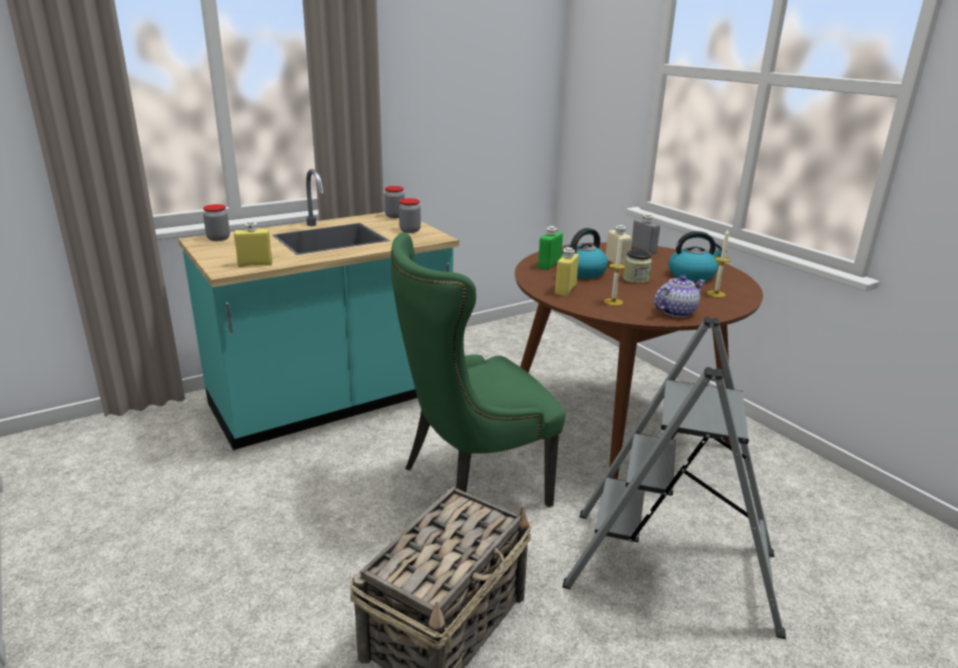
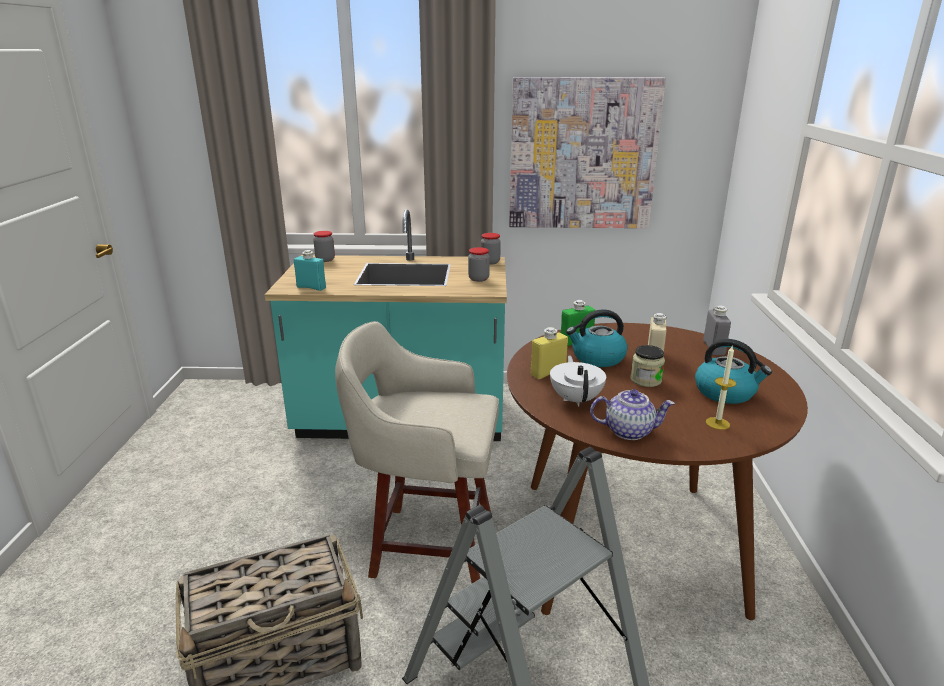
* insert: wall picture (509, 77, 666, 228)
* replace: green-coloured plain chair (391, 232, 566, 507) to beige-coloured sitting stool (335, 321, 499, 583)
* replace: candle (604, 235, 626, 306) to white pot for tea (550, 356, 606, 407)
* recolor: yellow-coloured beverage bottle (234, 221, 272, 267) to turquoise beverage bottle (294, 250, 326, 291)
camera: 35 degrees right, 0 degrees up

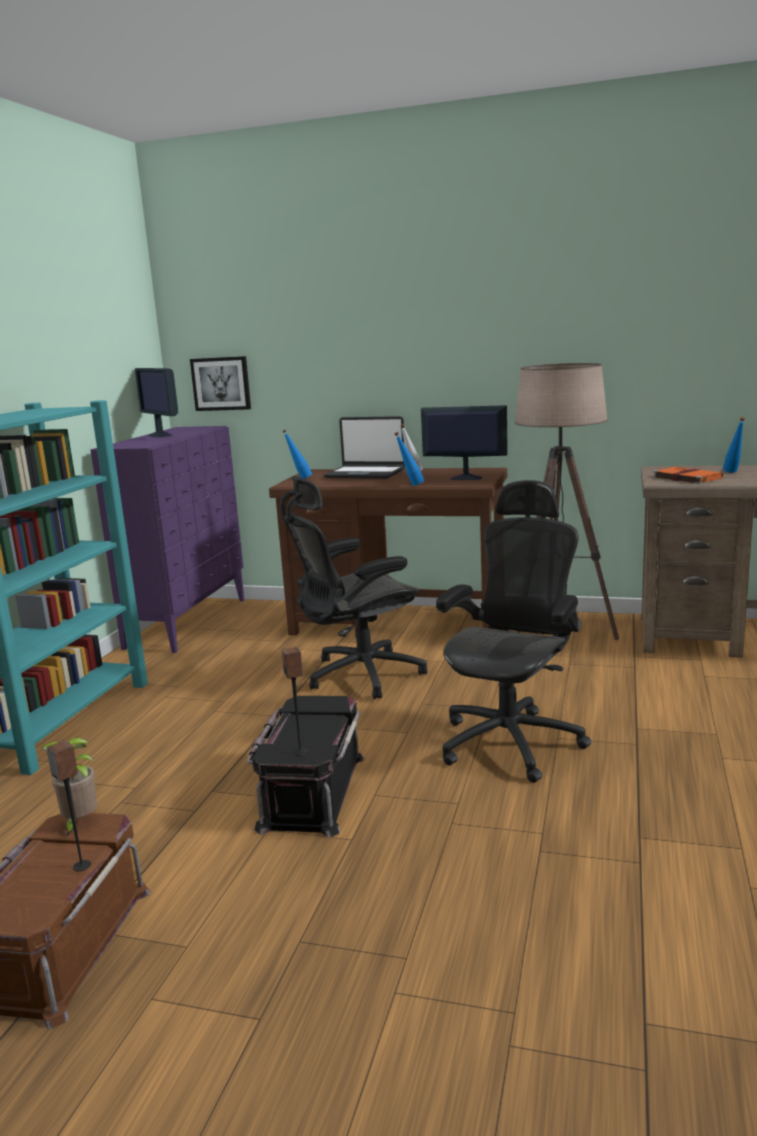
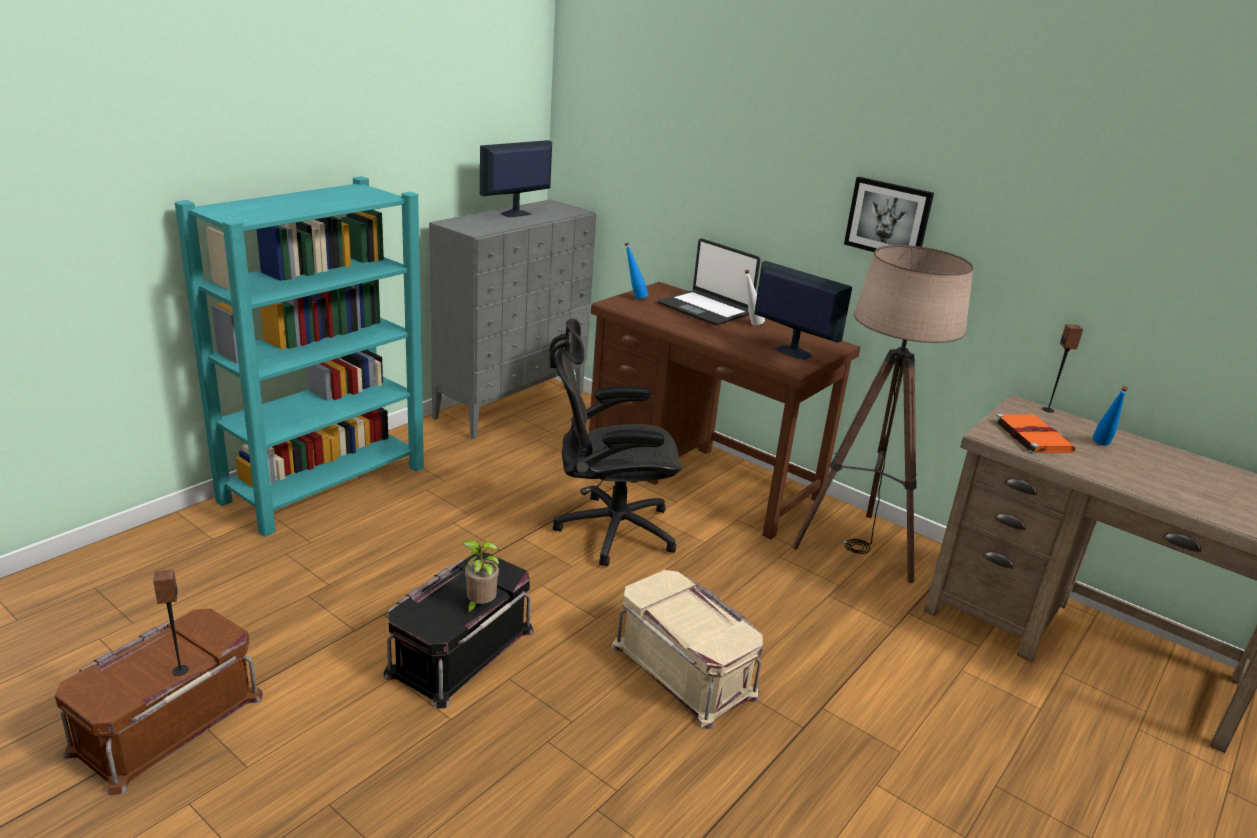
* delete: blue-coloured beverage bottle (395, 432, 424, 486)
* move: plant in a pot (41, 738, 97, 837) to (462, 540, 499, 615)
* move: wall picture (190, 356, 251, 411) to (844, 177, 934, 252)
* move: speaker (282, 647, 307, 755) to (1042, 324, 1083, 413)
* replace: desk chair (436, 480, 592, 783) to beige-coloured storage bin (612, 570, 763, 729)
* recolor: purple drawer chest (90, 426, 244, 653) to grey drawer chest (429, 199, 596, 439)
* rotate: monitor (135, 368, 178, 437) = (480, 140, 552, 217) 60 degrees clockwise
camera: 20 degrees right, 10 degrees up

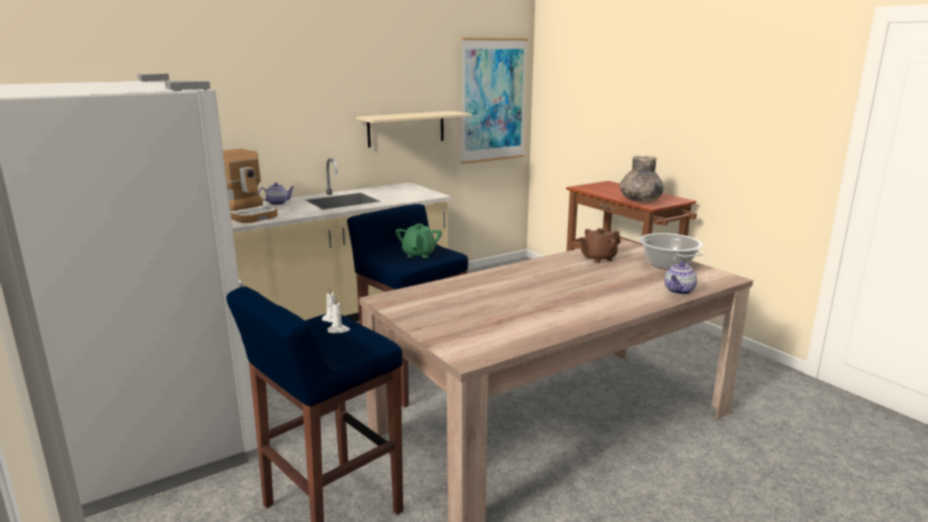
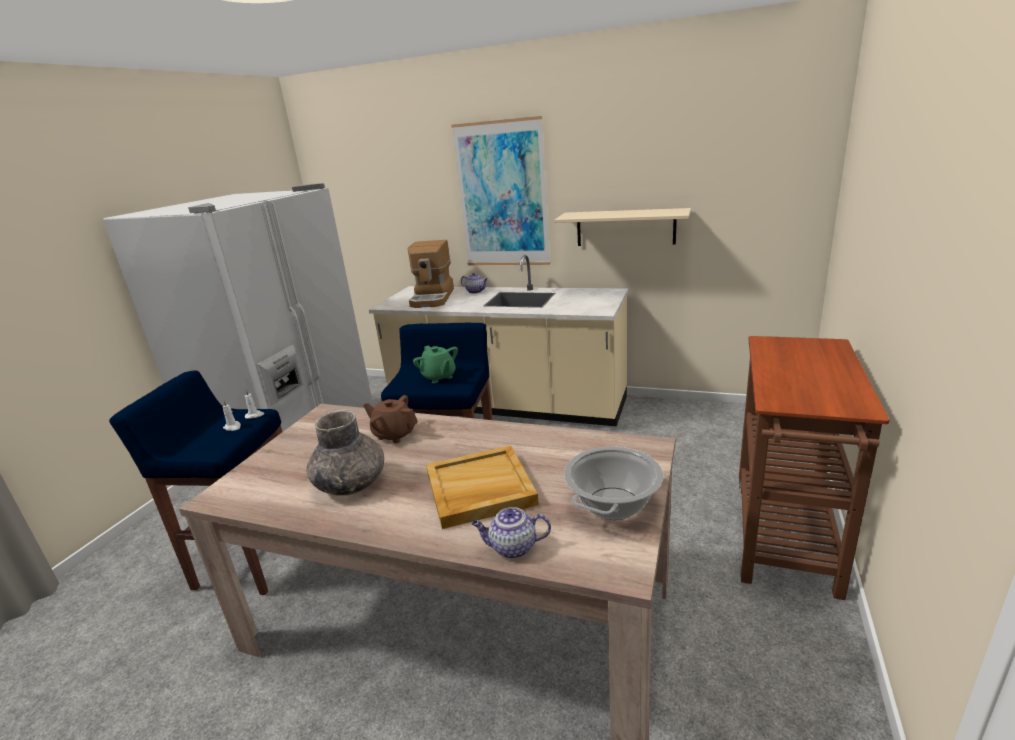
* insert: beige-coloured serving tray (426, 446, 539, 529)
* move: wall picture (461, 38, 528, 164) to (451, 116, 550, 265)
* move: brownish pot for tea (579, 228, 621, 263) to (363, 395, 418, 443)
* move: grey decorative vase (620, 156, 664, 202) to (306, 409, 384, 496)
* rotate: green-coloured pot for tea (395, 224, 442, 258) = (413, 345, 458, 383) 90 degrees clockwise
camera: 55 degrees right, 5 degrees up

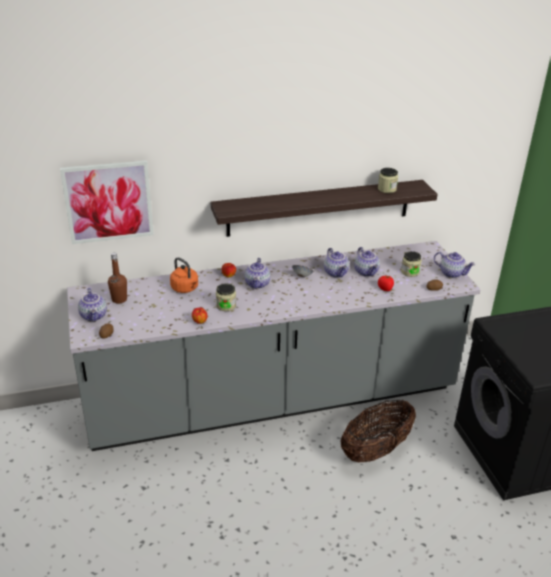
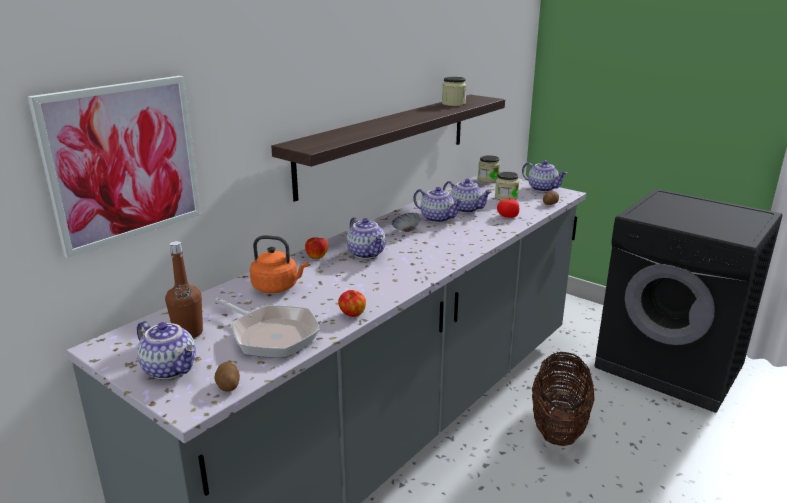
* insert: skillet (215, 298, 320, 358)
* move: preserve jar (216, 284, 236, 311) to (478, 155, 500, 183)
* rotate: pot for tea (434, 252, 475, 278) = (522, 160, 568, 192) 45 degrees clockwise
camera: 35 degrees left, 10 degrees down

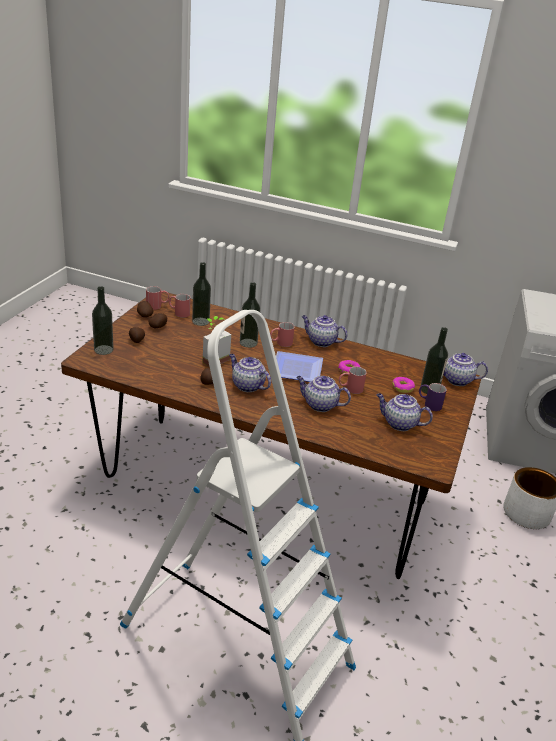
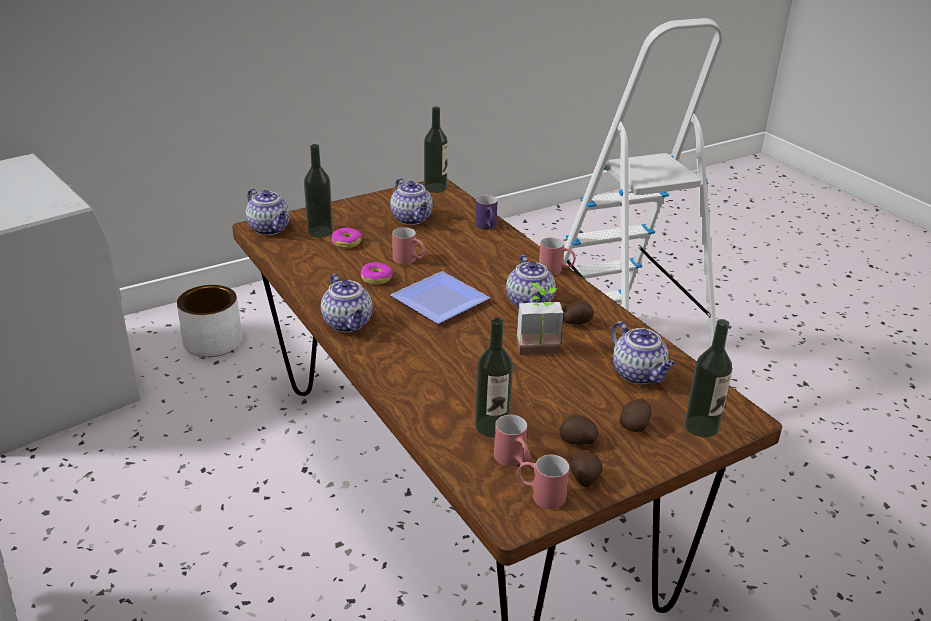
* move: beverage bottle (240, 282, 260, 348) to (424, 106, 448, 193)
* move: reddish mug (270, 322, 295, 347) to (539, 237, 576, 275)
* move: pot for tea (296, 376, 351, 412) to (611, 321, 675, 384)
* move: purple mug (419, 383, 447, 411) to (475, 195, 498, 229)
camera: 140 degrees left, 0 degrees up

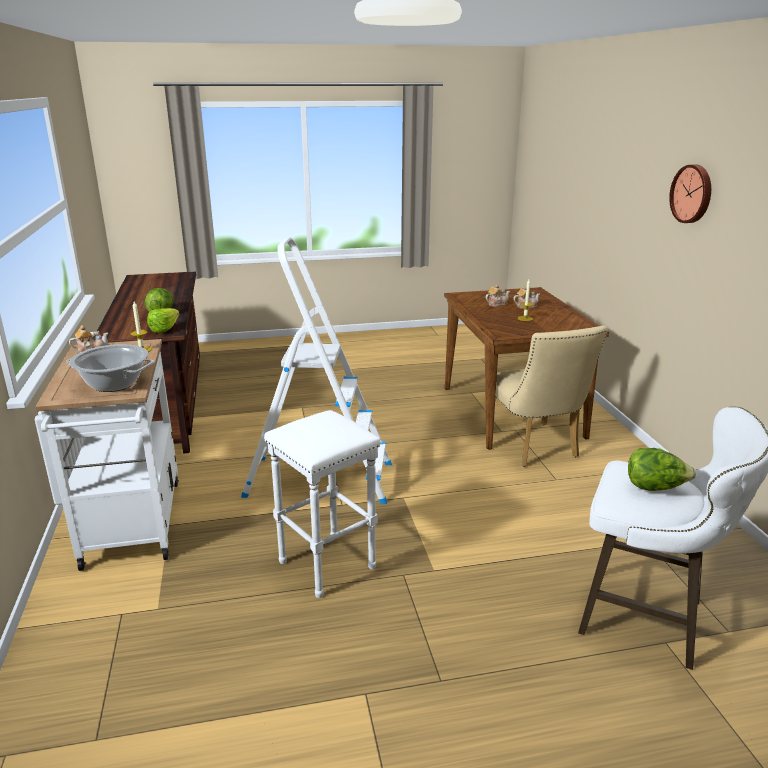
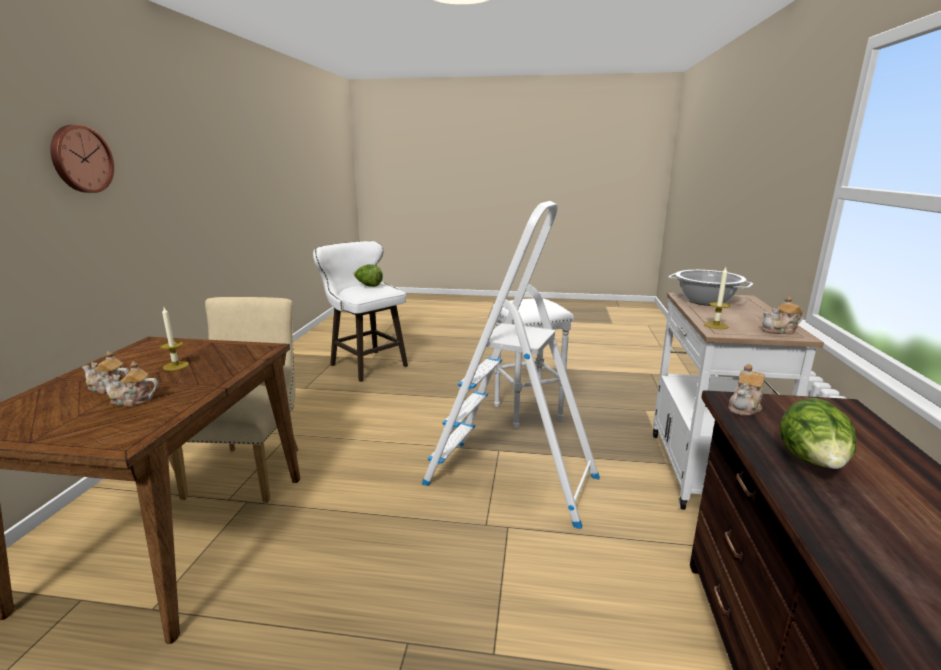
* replace: lettuce (147, 308, 179, 333) to pot for tea (728, 364, 765, 416)
camera: 160 degrees left, 5 degrees down

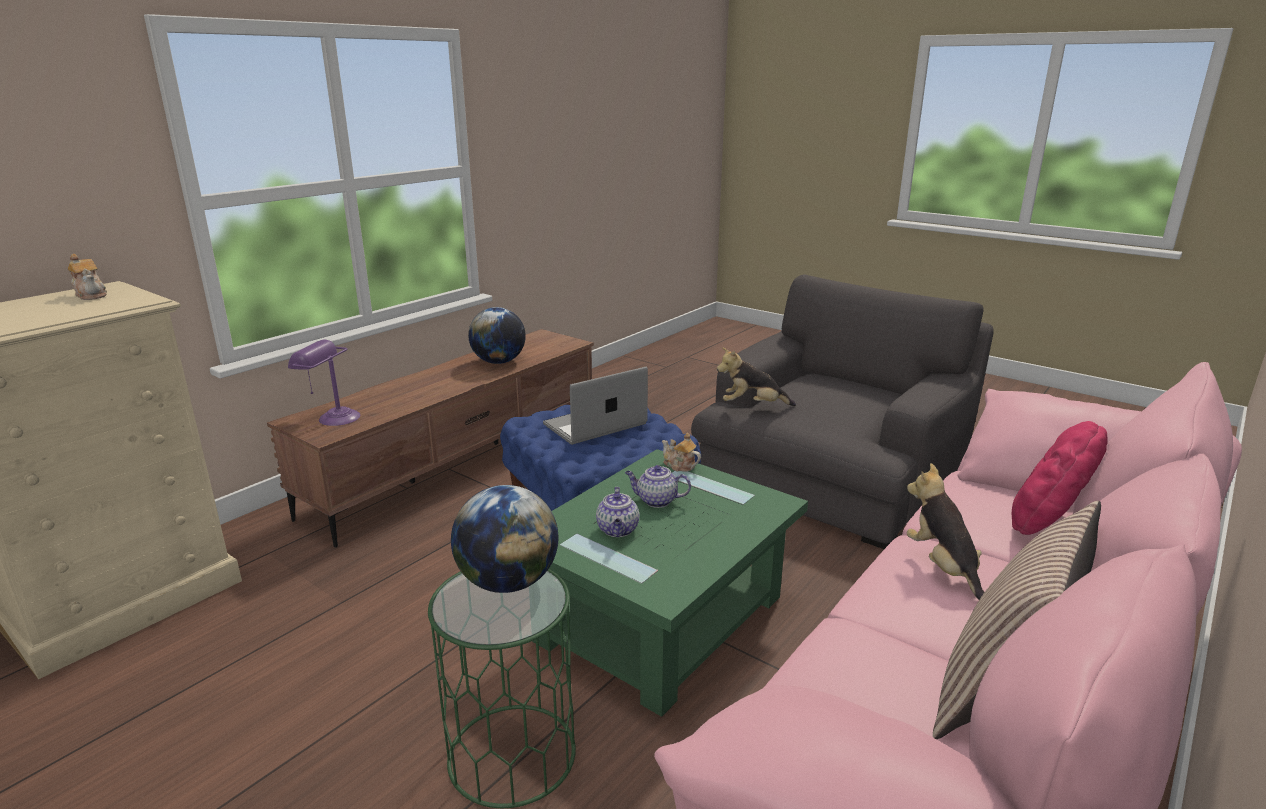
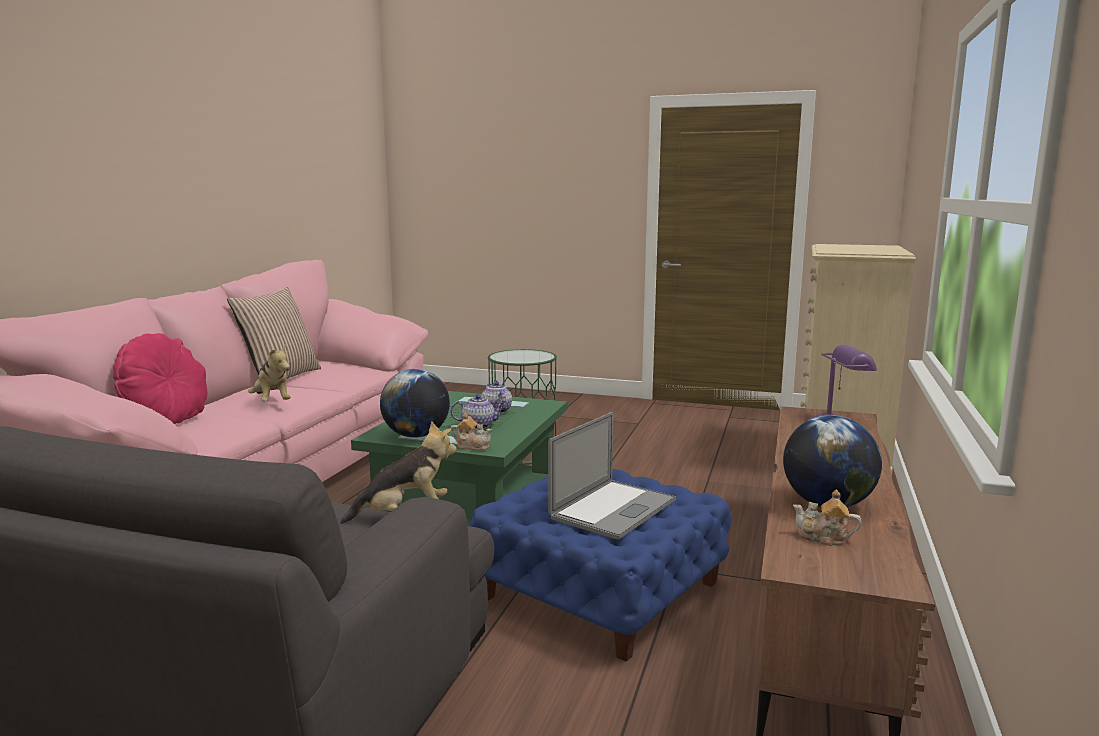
* move: pot for tea (68, 254, 107, 300) to (793, 490, 861, 546)
* move: desk globe (451, 485, 558, 593) to (380, 369, 450, 438)
camera: 160 degrees right, 10 degrees down

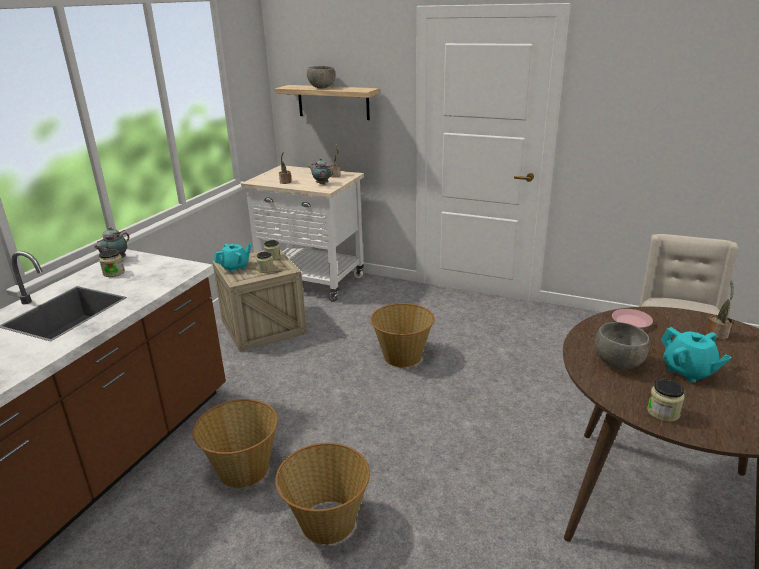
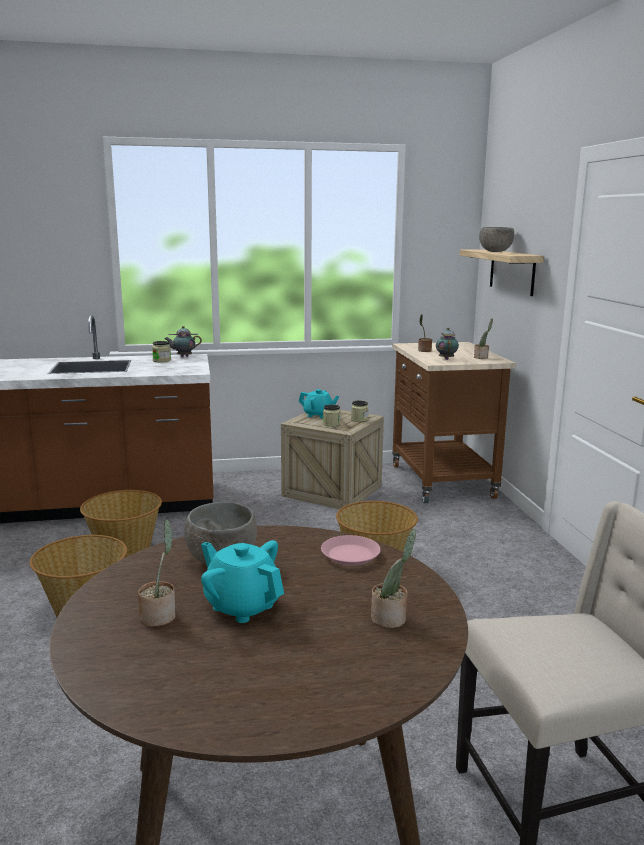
* delete: preserve jar (647, 379, 685, 422)
* insert: plant in a pot (138, 519, 175, 627)
* recolor: white cart (241, 165, 364, 302) to brownish cart (392, 342, 516, 503)
* rotate: turquoise pot for tea (661, 327, 732, 382) = (201, 540, 284, 623) 105 degrees clockwise
camera: 55 degrees right, 10 degrees down

